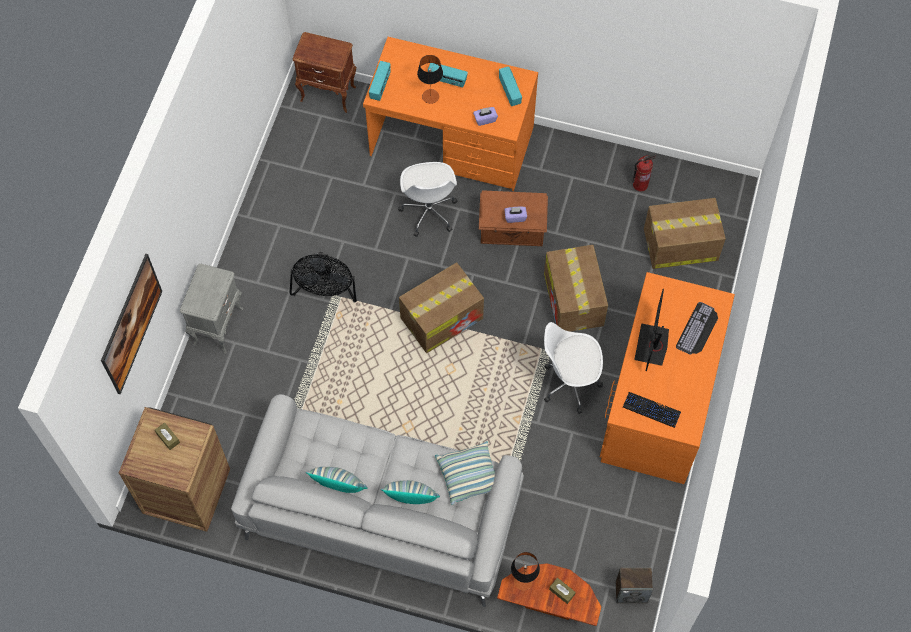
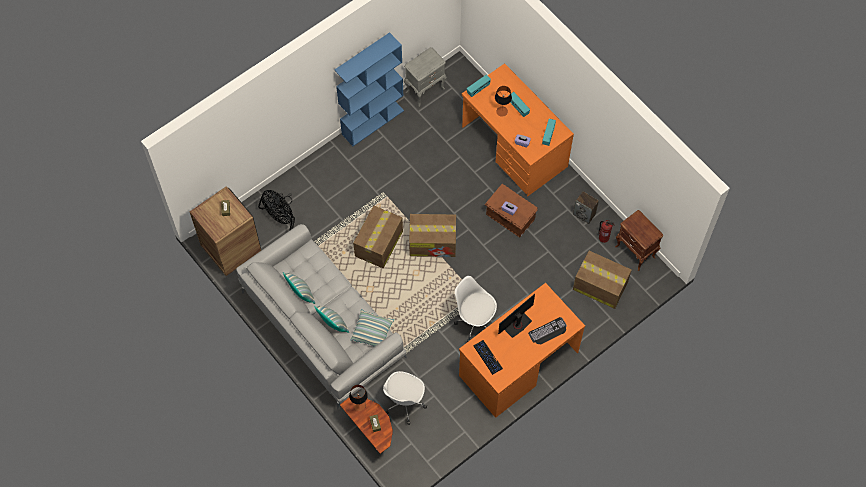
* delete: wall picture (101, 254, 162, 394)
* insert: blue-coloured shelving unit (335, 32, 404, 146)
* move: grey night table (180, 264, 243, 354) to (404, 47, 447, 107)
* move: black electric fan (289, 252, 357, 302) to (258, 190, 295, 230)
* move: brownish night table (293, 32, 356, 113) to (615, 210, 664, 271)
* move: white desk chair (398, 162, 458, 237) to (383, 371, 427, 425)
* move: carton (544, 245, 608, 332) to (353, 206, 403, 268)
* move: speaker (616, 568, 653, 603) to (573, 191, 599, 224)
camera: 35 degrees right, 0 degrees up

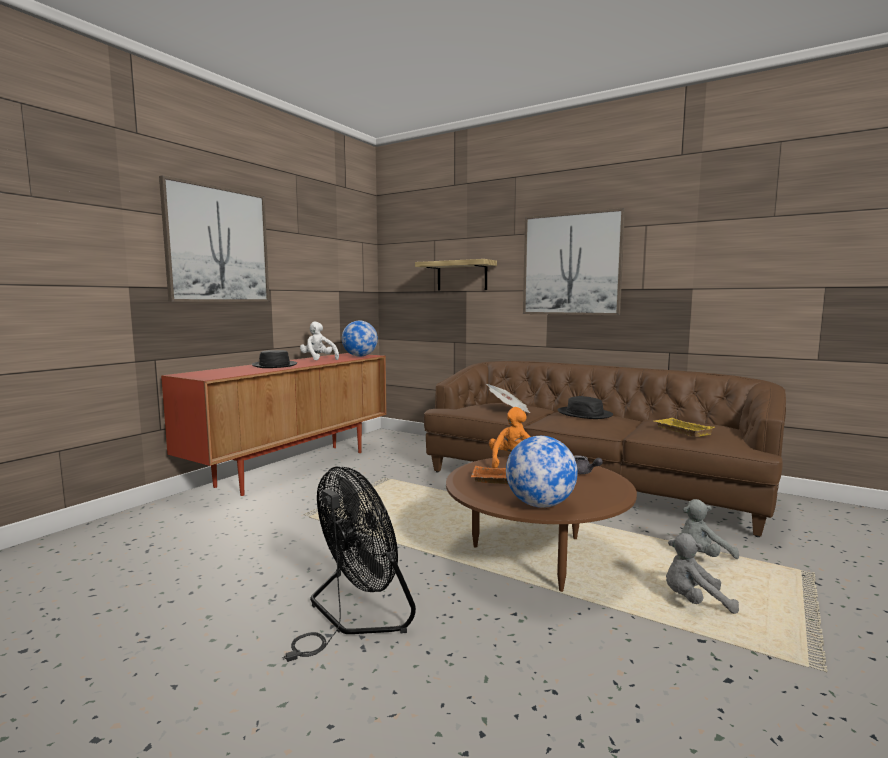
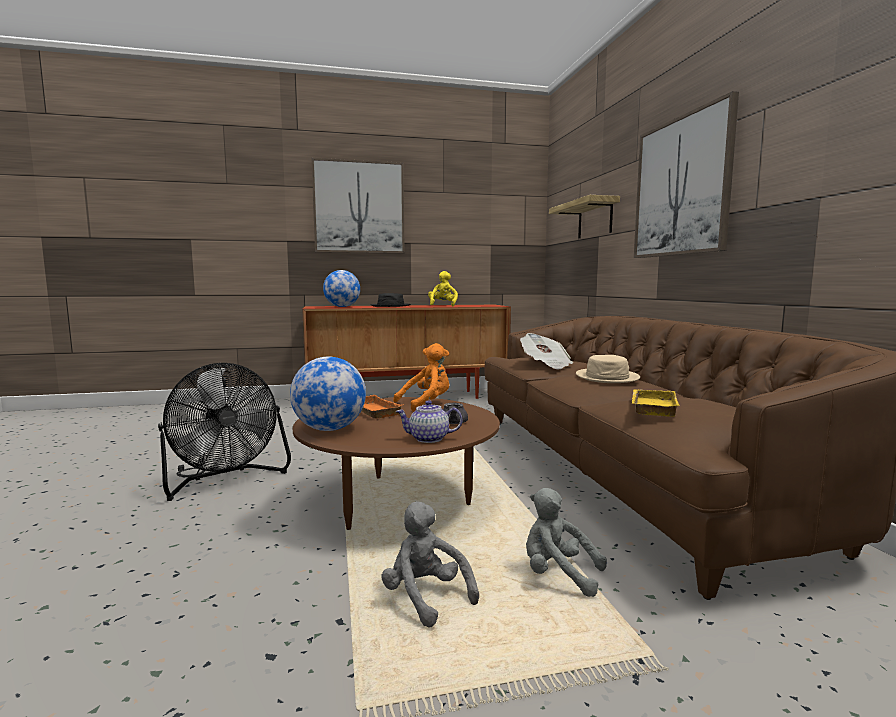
* insert: pot for tea (396, 400, 462, 443)
* move: desk globe (342, 321, 378, 357) to (323, 270, 360, 307)
* recolor: white plush toy (300, 321, 339, 360) to yellow-coloured plush toy (428, 271, 458, 306)
* recolor: black wearable hat (558, 396, 613, 419) to beige-coloured wearable hat (576, 355, 640, 383)
* rotate: black electric fan (283, 466, 416, 662) = (158, 363, 291, 501) 45 degrees clockwise
camera: 45 degrees right, 0 degrees up

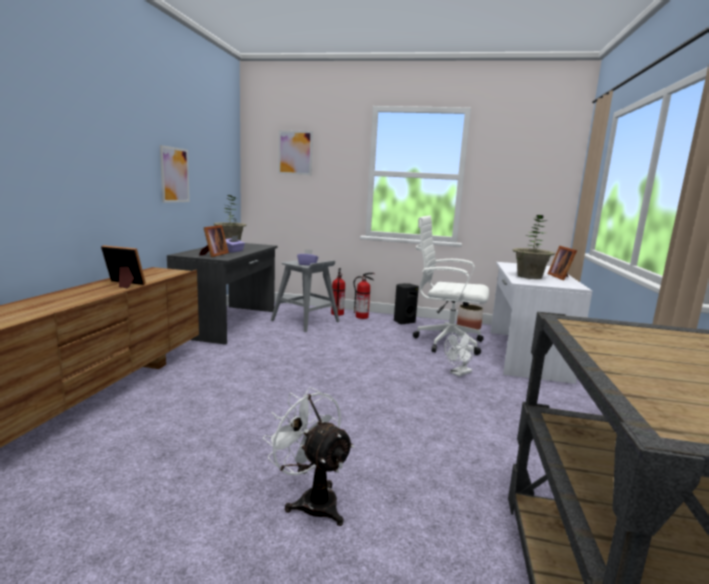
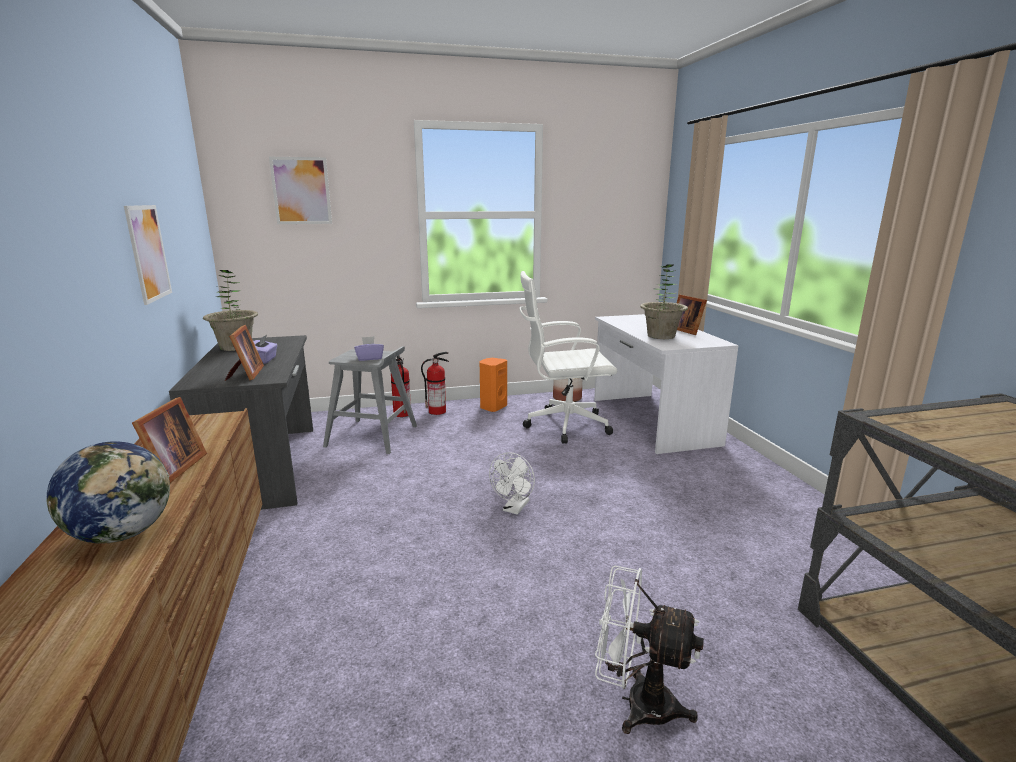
* insert: desk globe (46, 441, 170, 544)
* move: white electric fan (444, 330, 474, 377) to (489, 452, 535, 515)
* recolor: black speaker (394, 283, 419, 324) to orange speaker (480, 358, 507, 412)
* rotate: picture frame (101, 245, 146, 289) = (132, 397, 207, 483) 105 degrees clockwise
camera: 25 degrees left, 5 degrees up

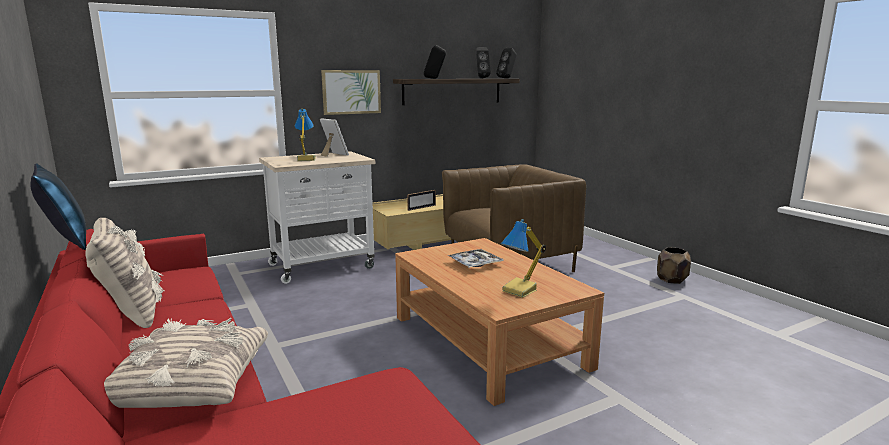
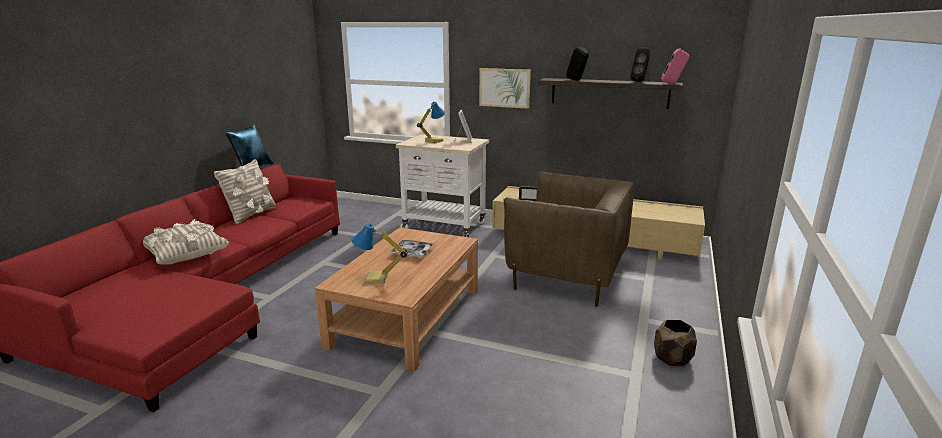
* recolor: black speaker (496, 48, 516, 79) to pinkish speaker (661, 48, 689, 84)
camera: 50 degrees right, 5 degrees up

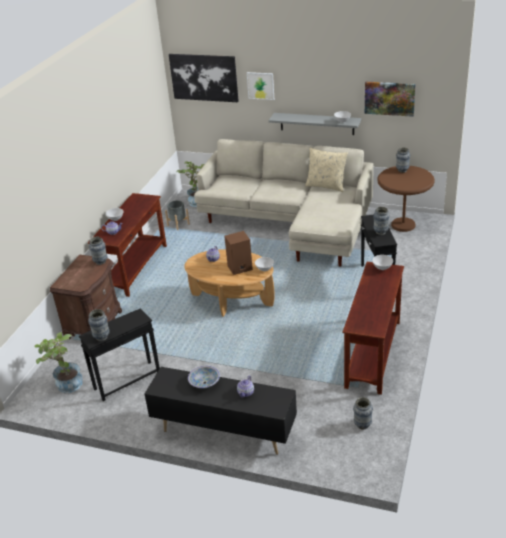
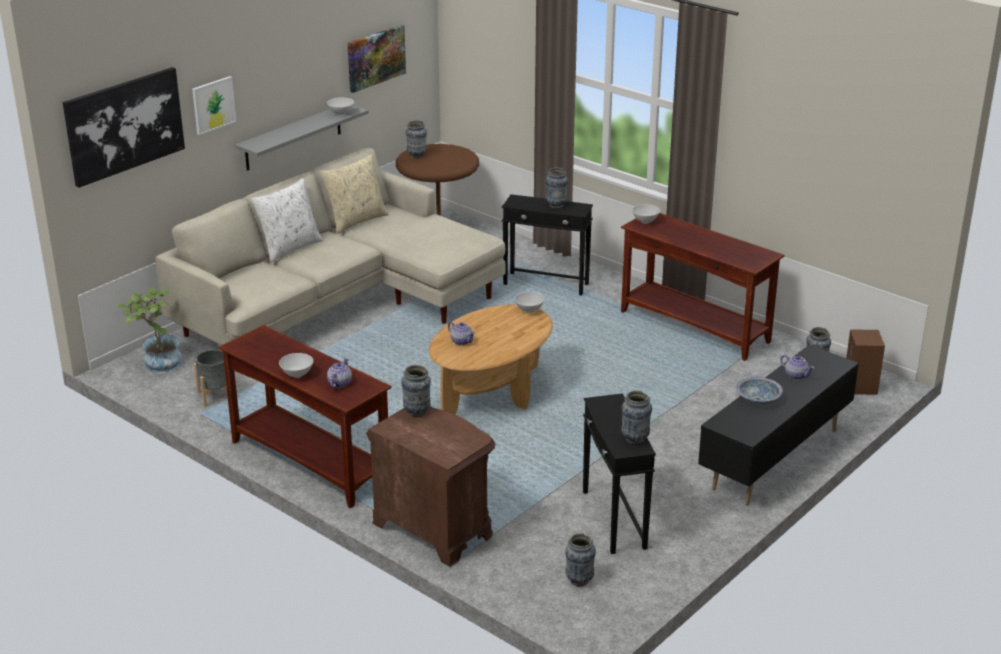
* insert: white pillow (251, 178, 323, 262)
* move: brownish speaker (224, 231, 253, 275) to (846, 329, 885, 395)
* replace: plant in a pot (34, 332, 83, 393) to decorative vase (565, 533, 596, 586)
camera: 70 degrees left, 5 degrees down

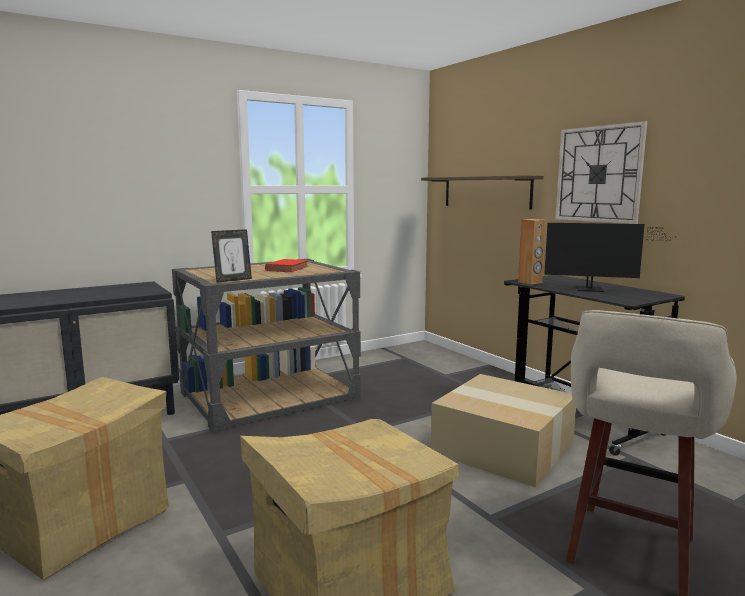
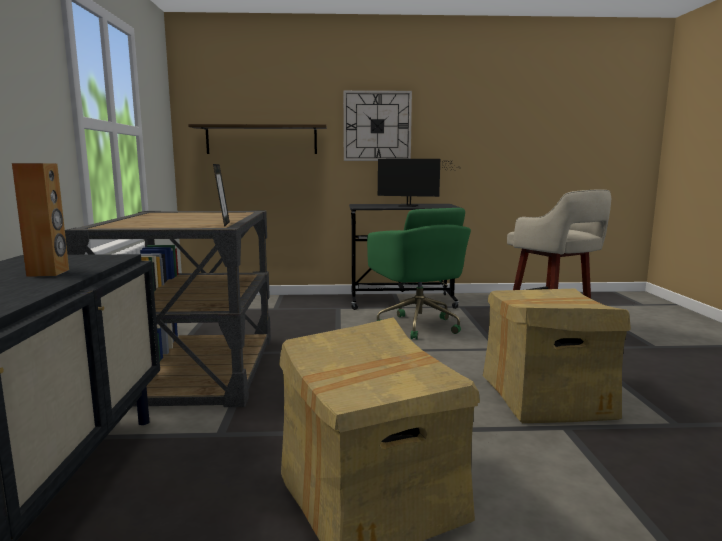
* delete: reddish volume (265, 259, 308, 272)
* move: brownish speaker (518, 219, 546, 285) to (12, 163, 69, 277)
* replace: carton (431, 374, 576, 487) to green-coloured desk chair (367, 208, 471, 340)
* rotate: monitor (544, 223, 676, 292) = (377, 159, 461, 207) 60 degrees clockwise
camera: 60 degrees left, 0 degrees up

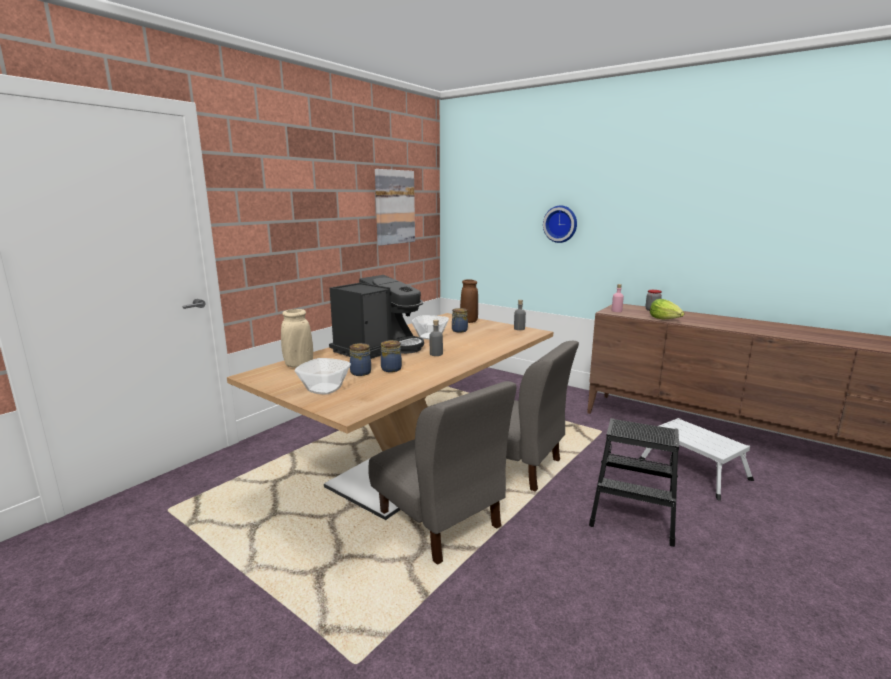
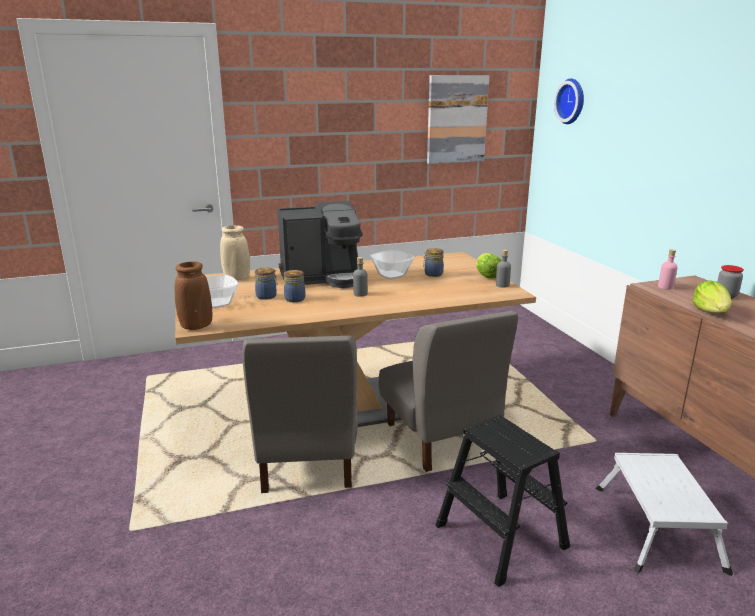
* insert: lettuce (476, 253, 502, 279)
* move: brownish decorative vase (460, 279, 478, 323) to (175, 261, 212, 330)
* move: clock on the wall (543, 205, 577, 243) to (554, 78, 584, 124)
camera: 35 degrees right, 5 degrees up

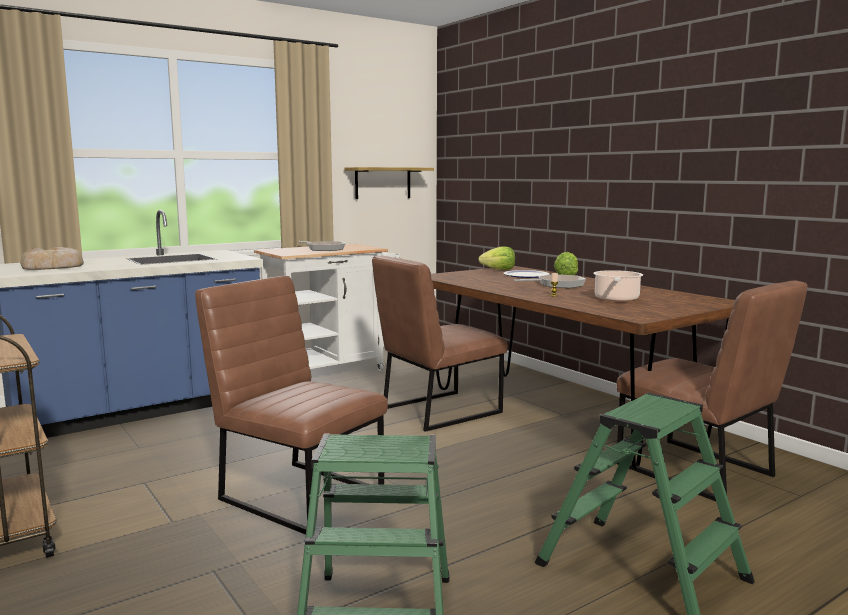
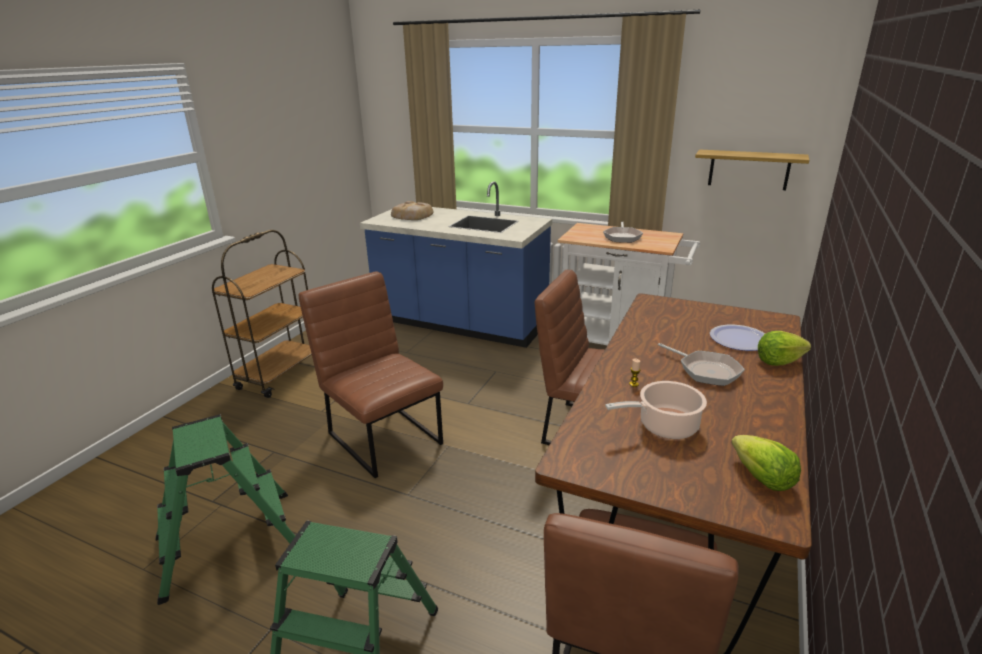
* move: lettuce (478, 247, 515, 270) to (731, 435, 801, 491)
* rotate: brownish plain chair (195, 276, 388, 535) = (299, 271, 443, 478) 45 degrees counterclockwise
camera: 60 degrees right, 15 degrees up

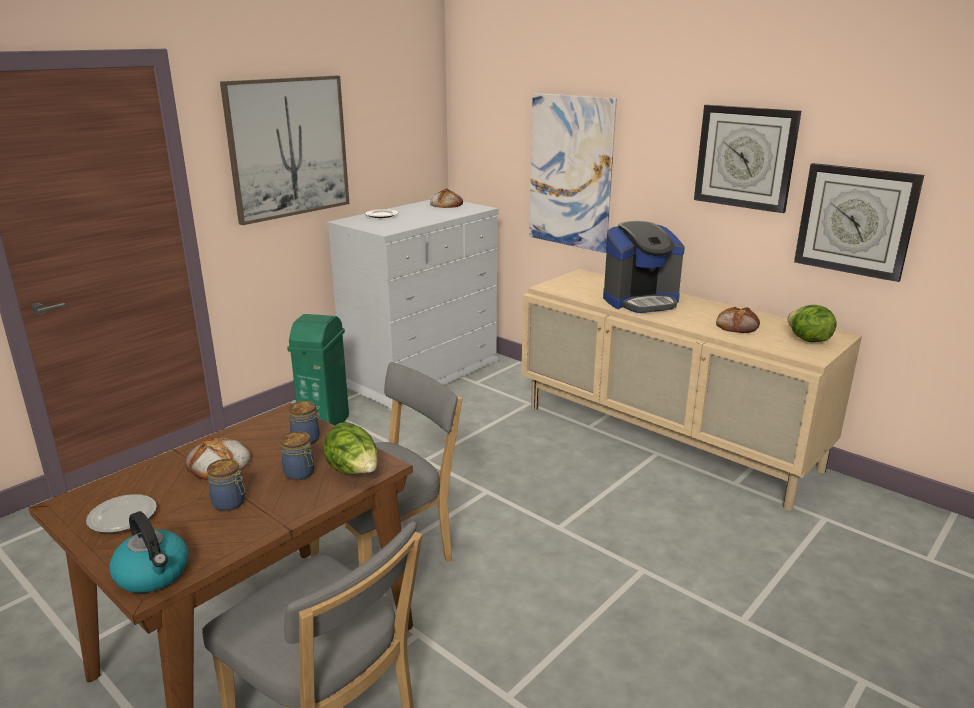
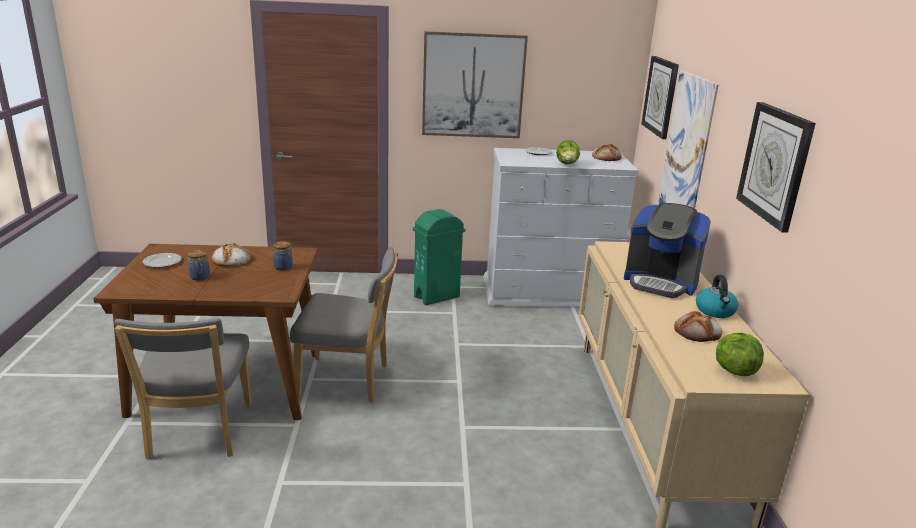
* delete: preserve jar (281, 432, 314, 480)
* move: water kettle (109, 511, 188, 593) to (696, 275, 738, 318)
* move: lettuce (323, 422, 378, 475) to (556, 140, 580, 164)
* move: clock on the wall (794, 163, 924, 282) to (641, 56, 679, 139)
camera: 45 degrees right, 0 degrees up

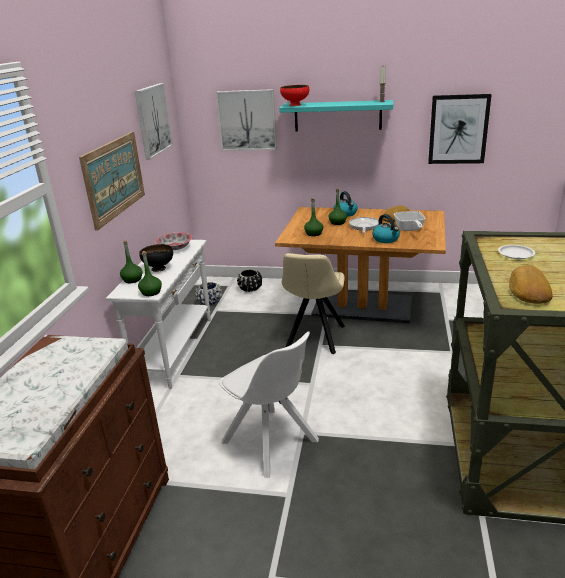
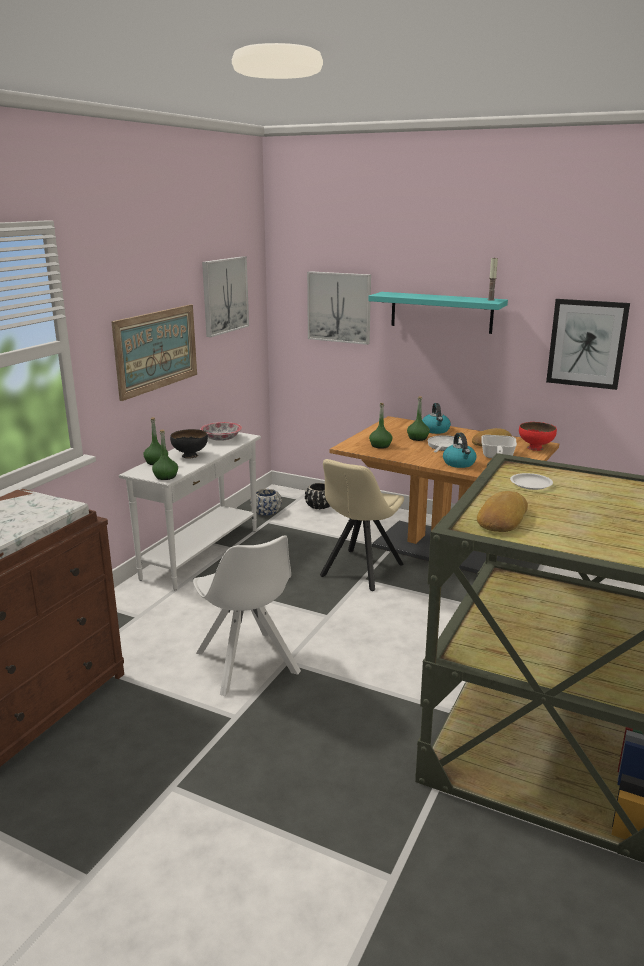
* move: reddish deep dish (280, 85, 309, 106) to (519, 422, 557, 451)
camera: 15 degrees right, 5 degrees down

